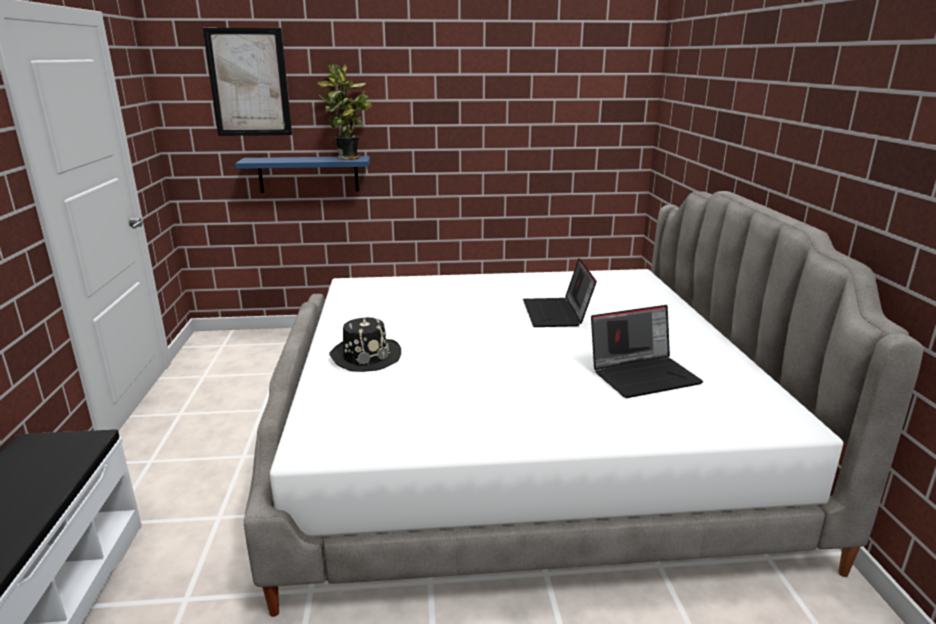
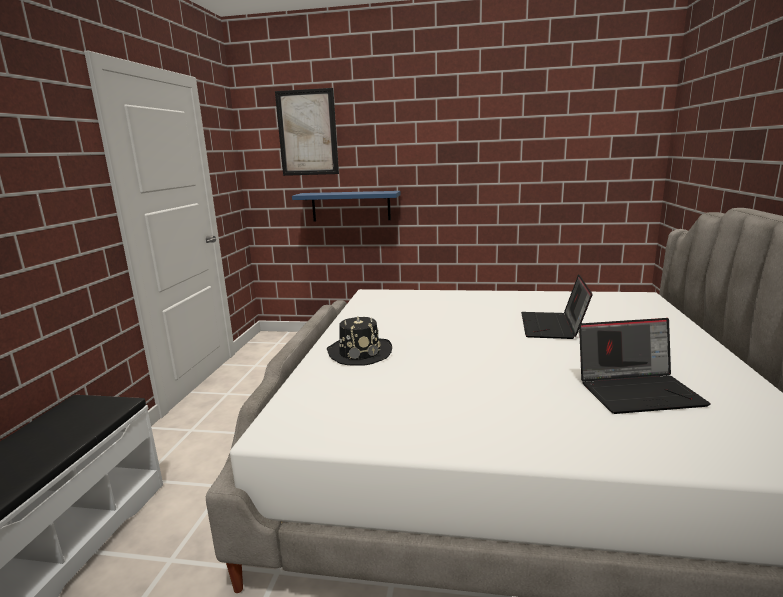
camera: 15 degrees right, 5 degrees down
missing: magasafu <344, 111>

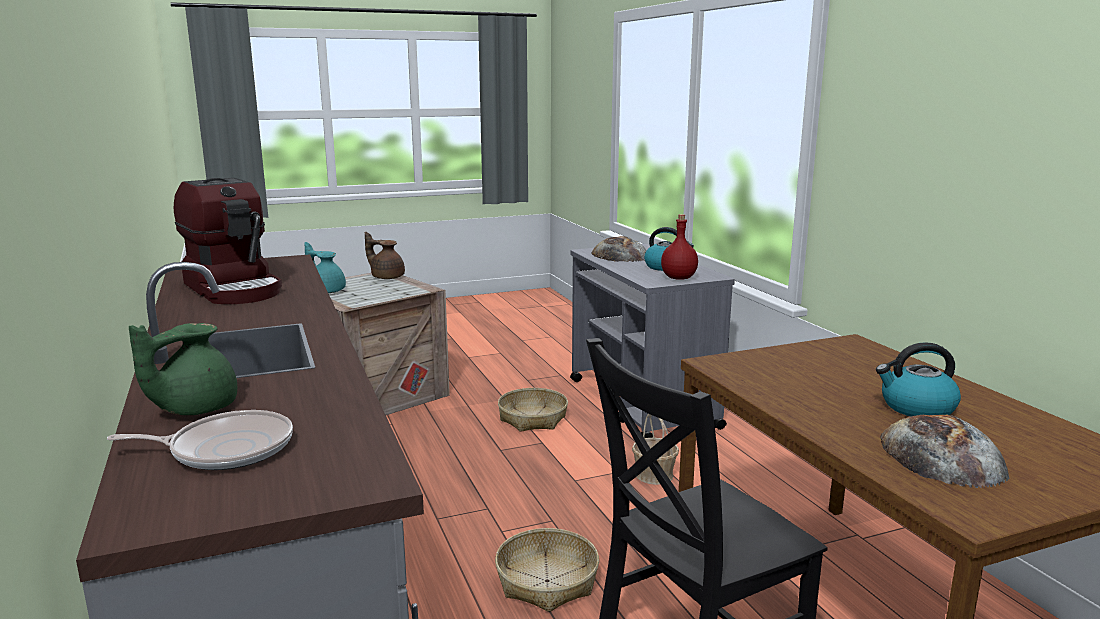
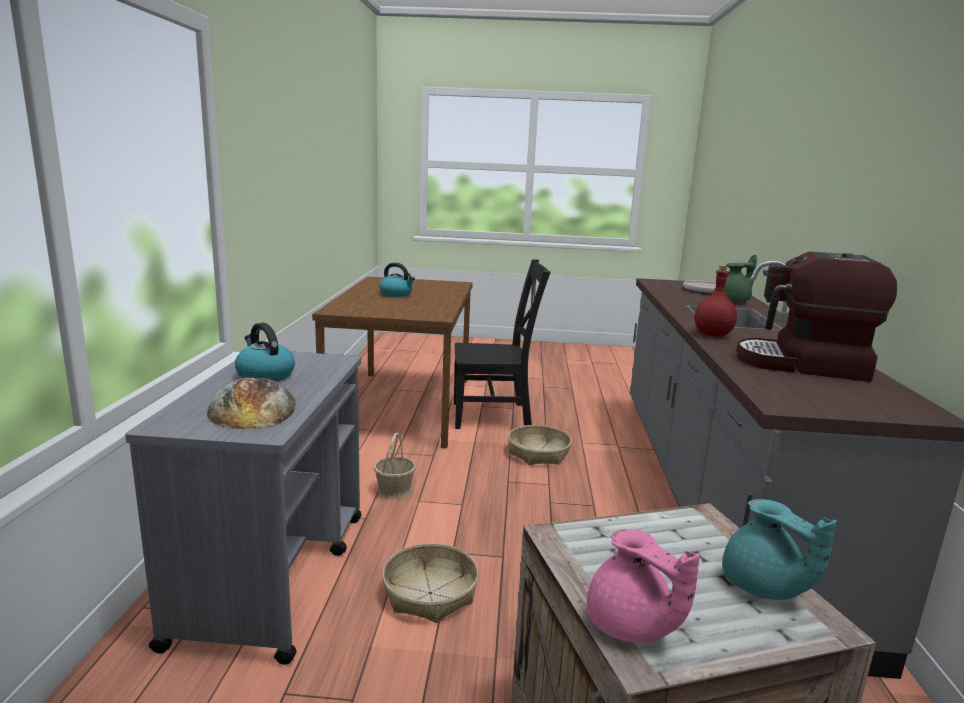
camera: 155 degrees left, 0 degrees up
missing: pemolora <945, 451>
relocated: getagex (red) <679, 247> to <716, 301>
colour: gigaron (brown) <385, 255> to gigaron (pink) <643, 586>
spun: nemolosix <228, 241> = <816, 317> 60 degrees counterclockwise

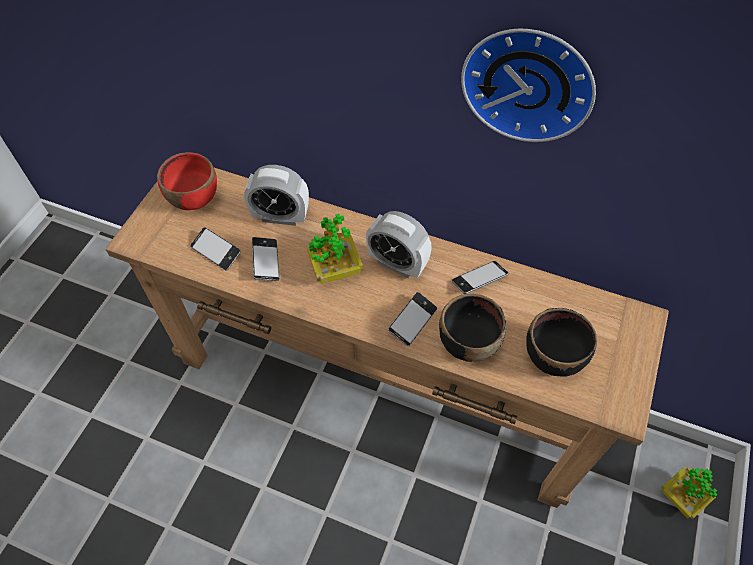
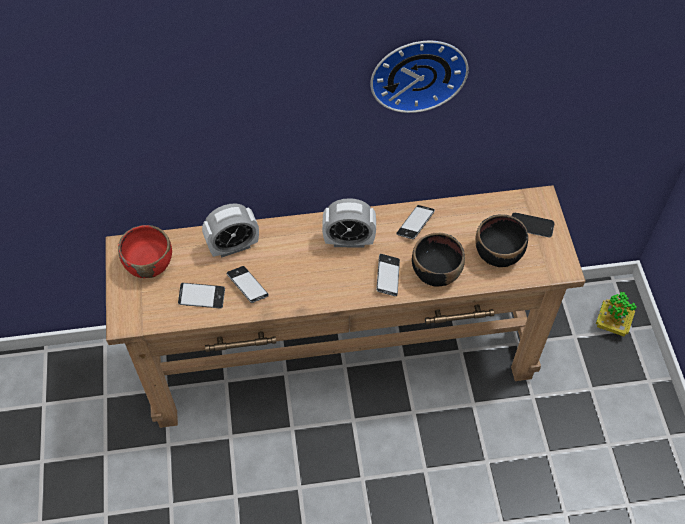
camera: 30 degrees left, 0 degrees up
missing: magasafu <334, 249>
appeared: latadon <533, 225>

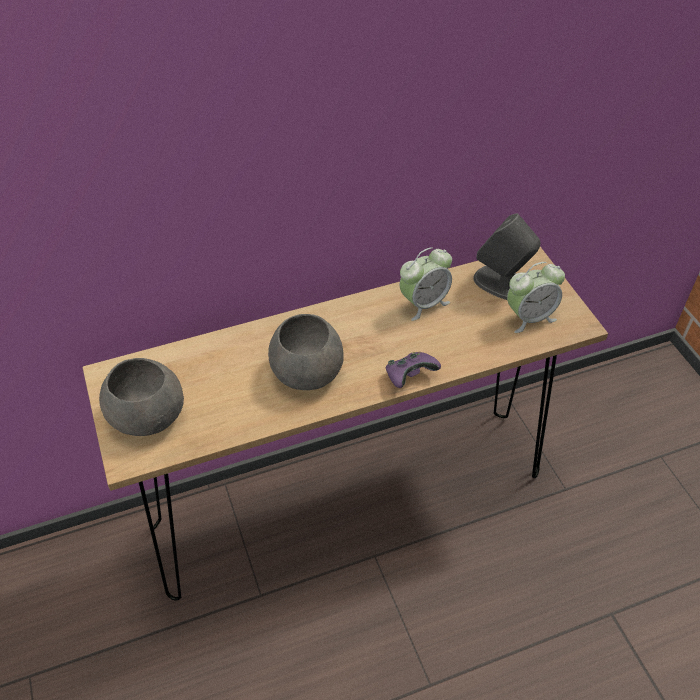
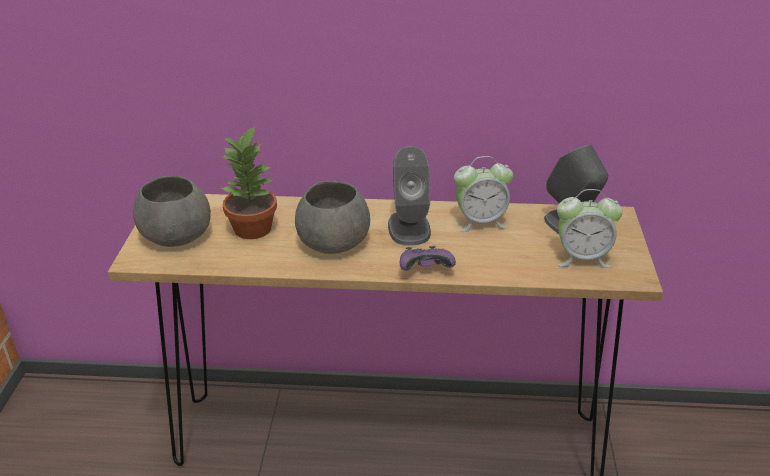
camera: 25 degrees right, 15 degrees down
appeared: magasafu <249, 182>; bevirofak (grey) <409, 196>

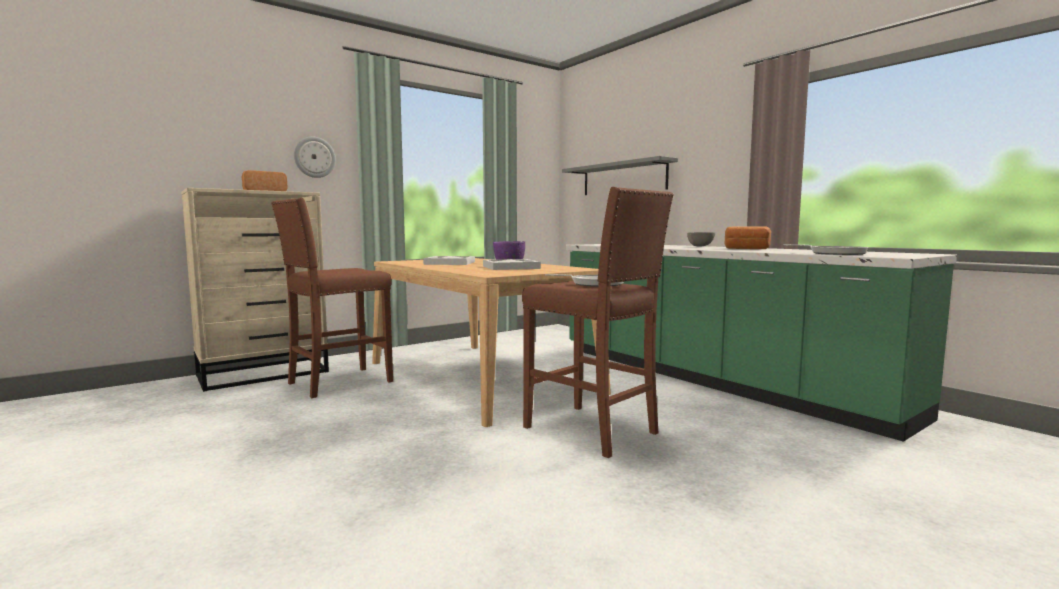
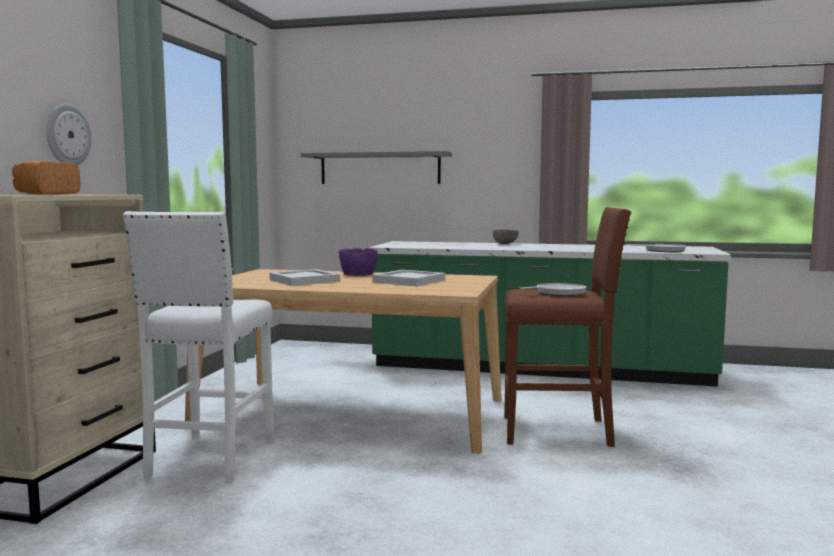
camera: 40 degrees left, 0 degrees up
missing: pemolora <748, 237>
colour: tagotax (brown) <332, 298> to tagotax (white) <198, 347>

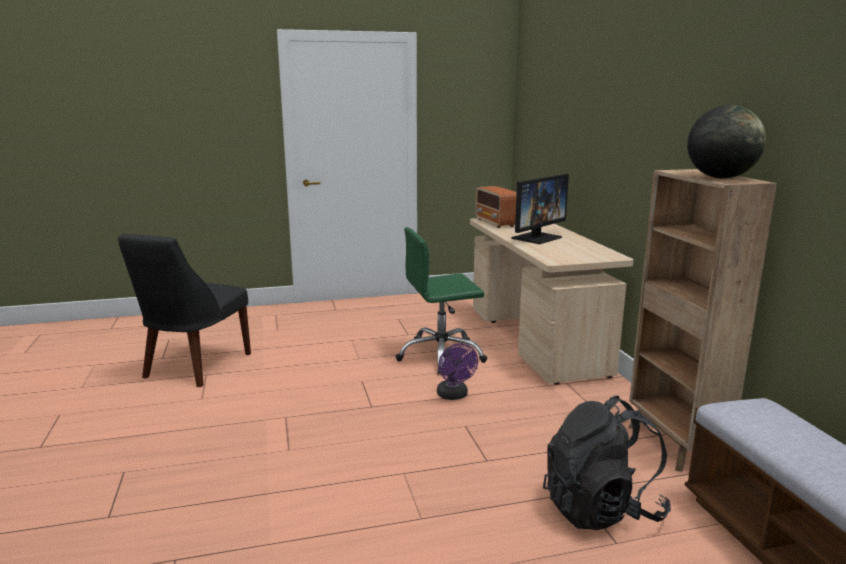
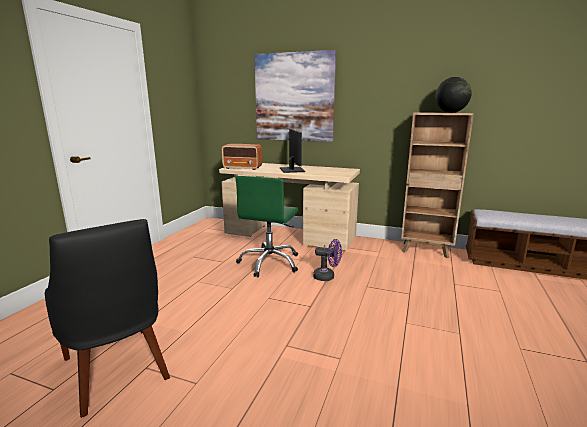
camera: 55 degrees left, 0 degrees up
missing: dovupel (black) <607, 463>
appeared: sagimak <295, 96>

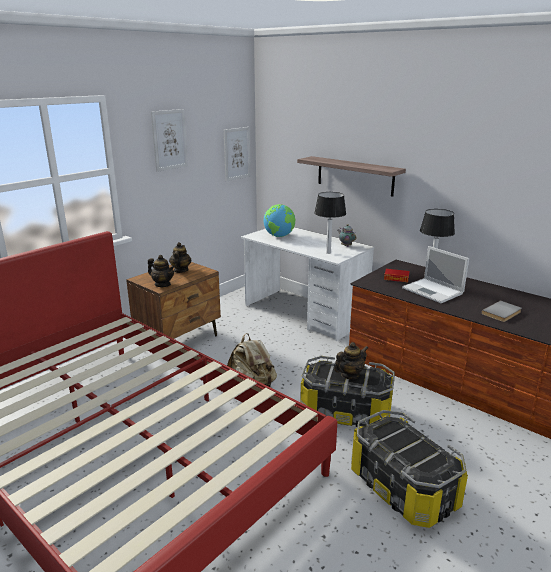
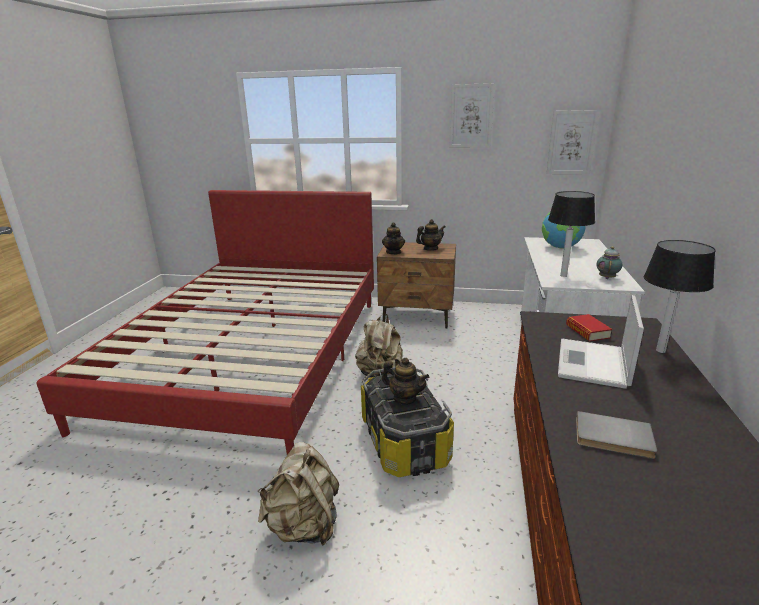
camera: 60 degrees right, 0 degrees up
missing: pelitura <351, 176>
exchanged: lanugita <409, 469> to dovupel (beige) <298, 494>

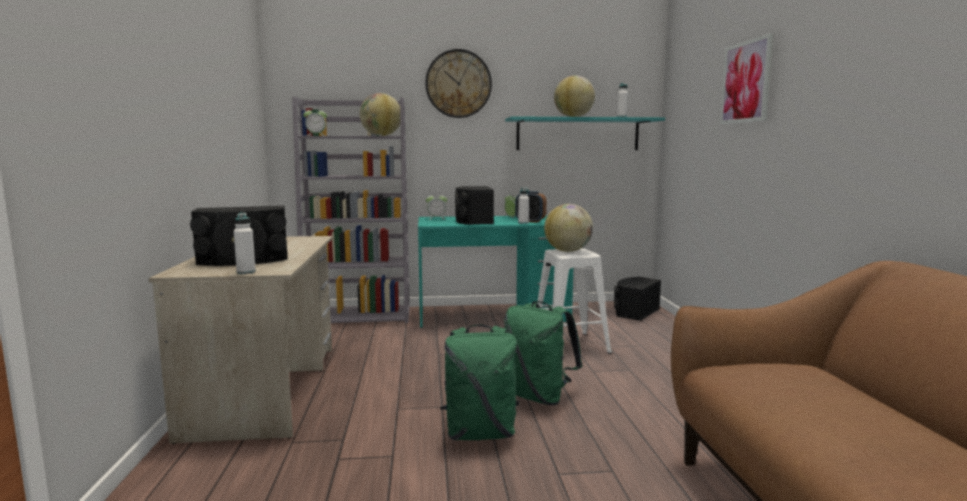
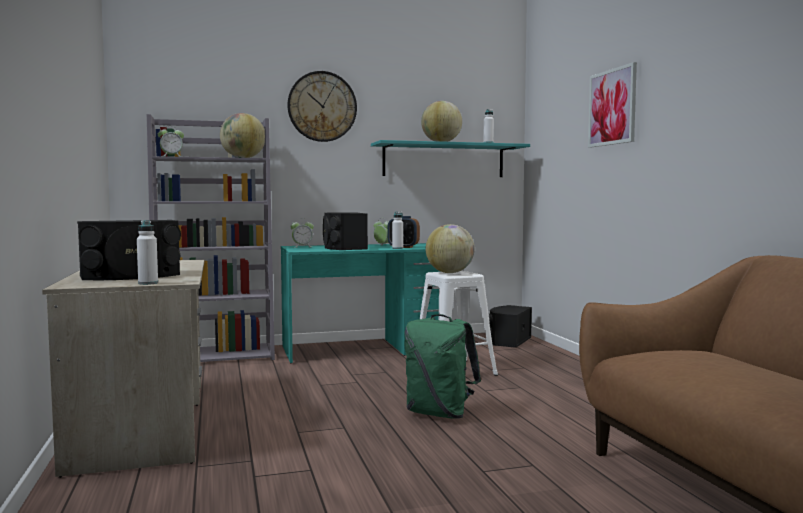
camera: 10 degrees left, 5 degrees down
missing: dovupel (green) <480, 382>

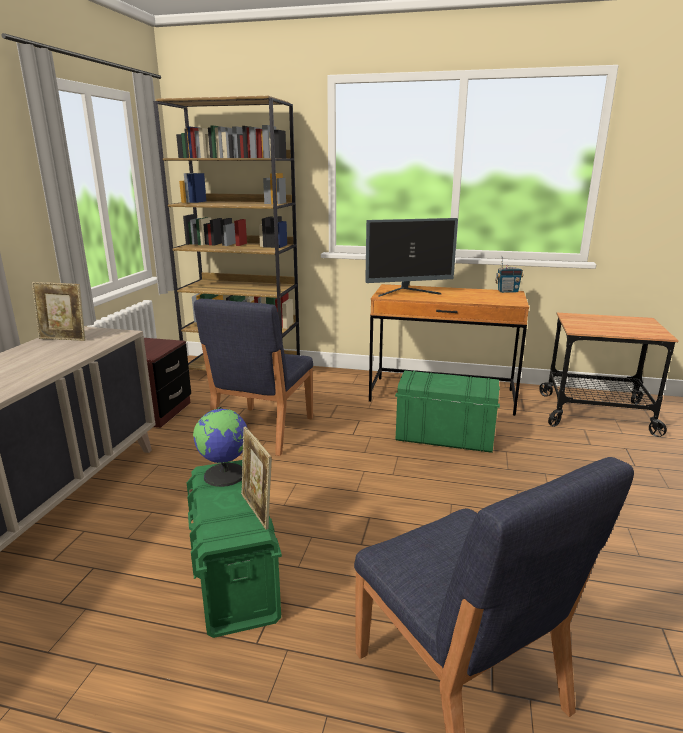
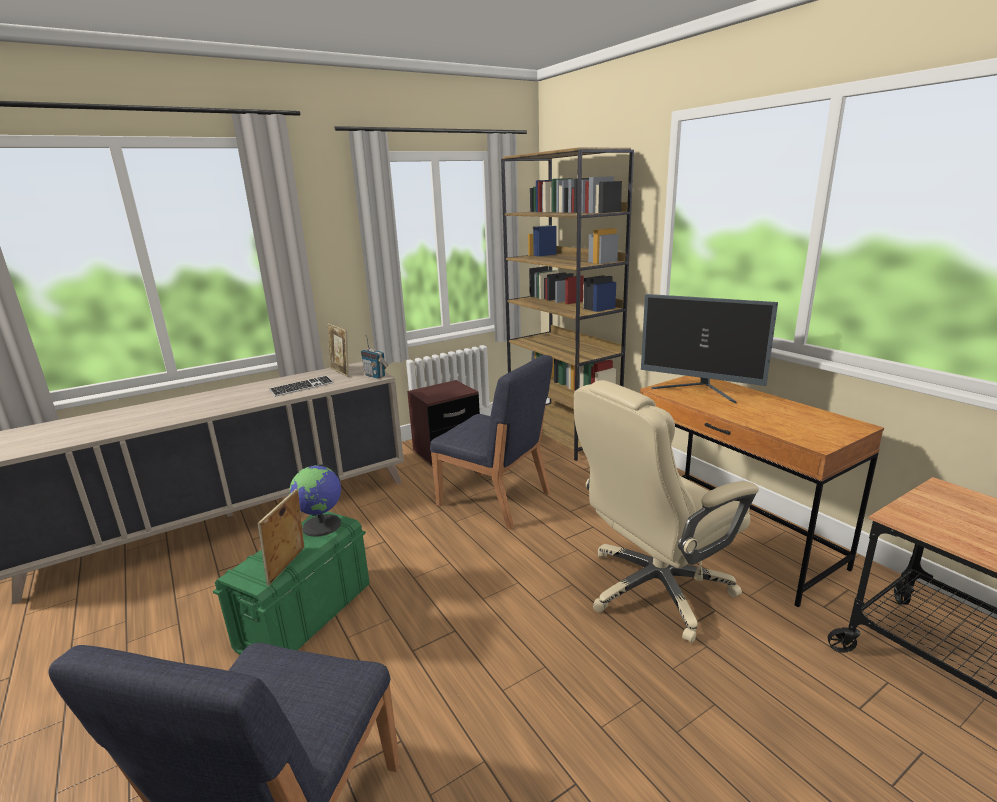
camera: 45 degrees right, 0 degrees up
appeared: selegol <301, 386>
relocated: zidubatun <509, 275> to <374, 357>
exchanged: lanugita (green) <447, 411> to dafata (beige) <666, 511>
spun: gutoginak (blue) <253, 377> = <491, 442> 120 degrees counterclockwise

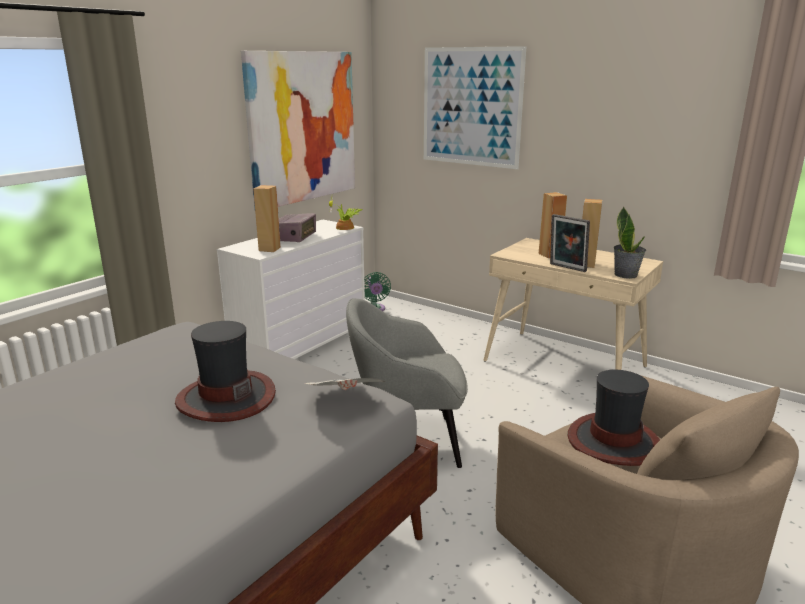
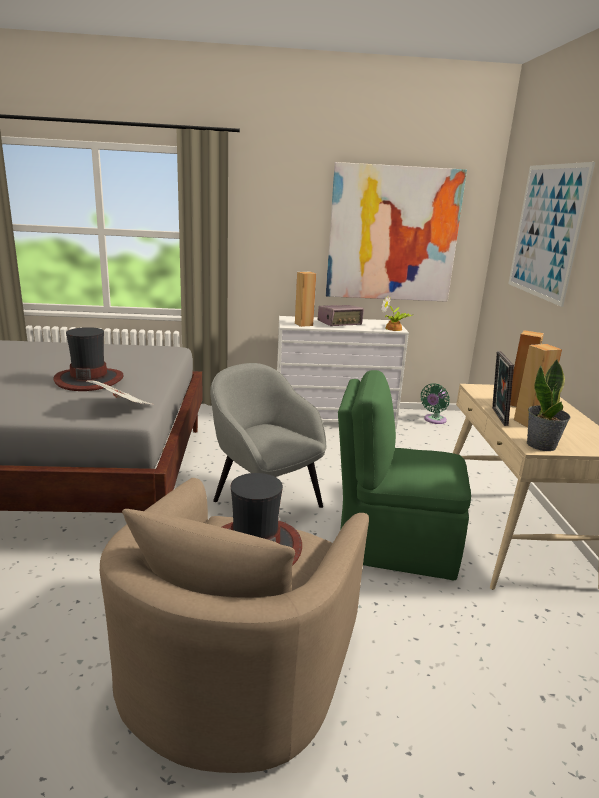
camera: 50 degrees right, 0 degrees up
appeared: gutoginak (green) <404, 475>

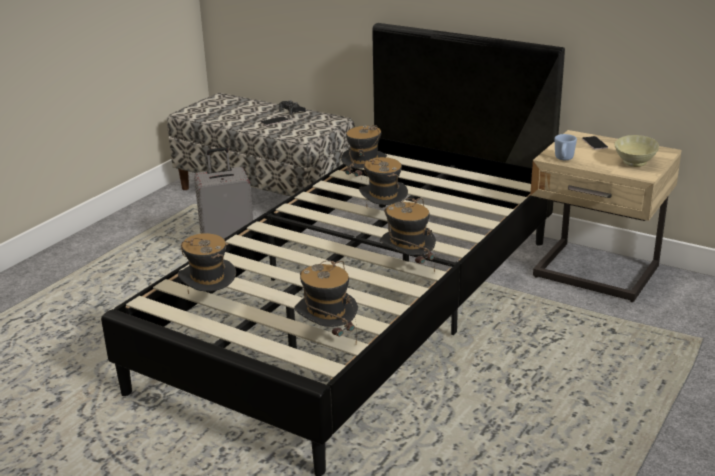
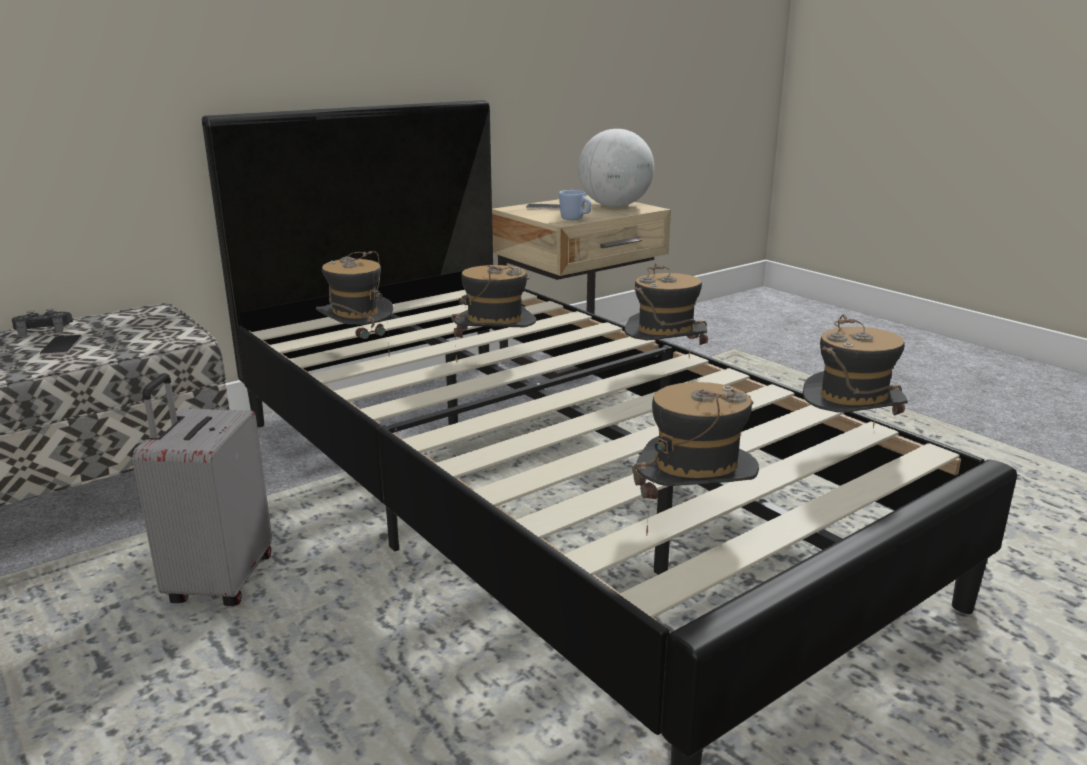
camera: 70 degrees left, 5 degrees down
exchanged: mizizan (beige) <637, 151> to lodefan <616, 168>

